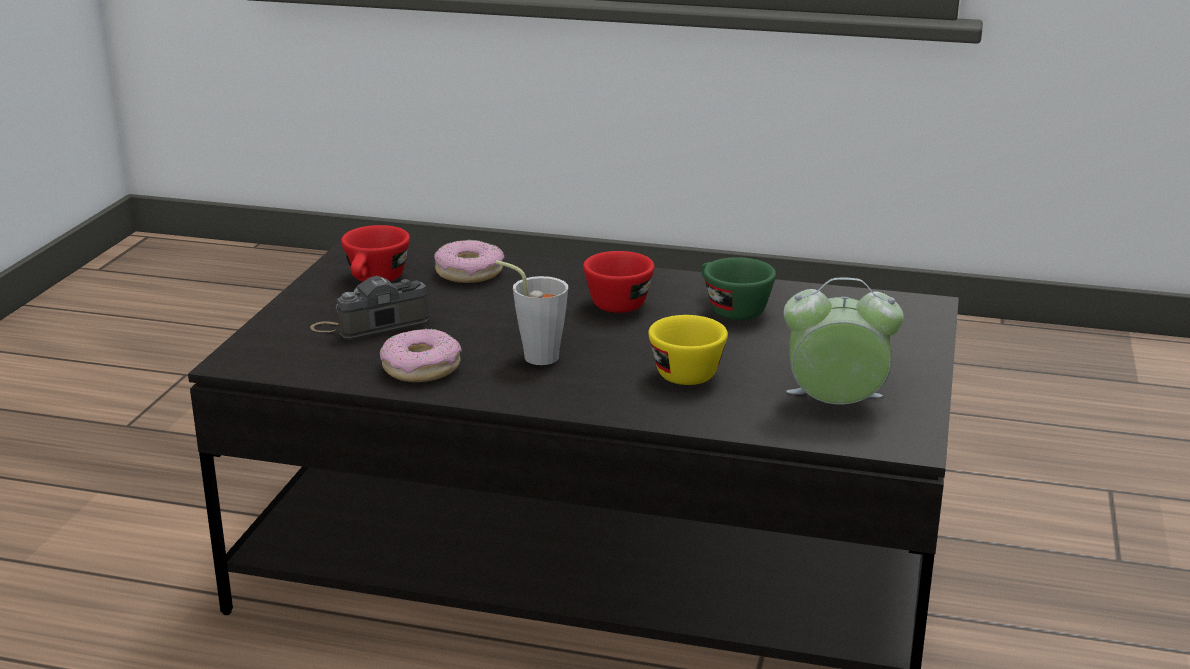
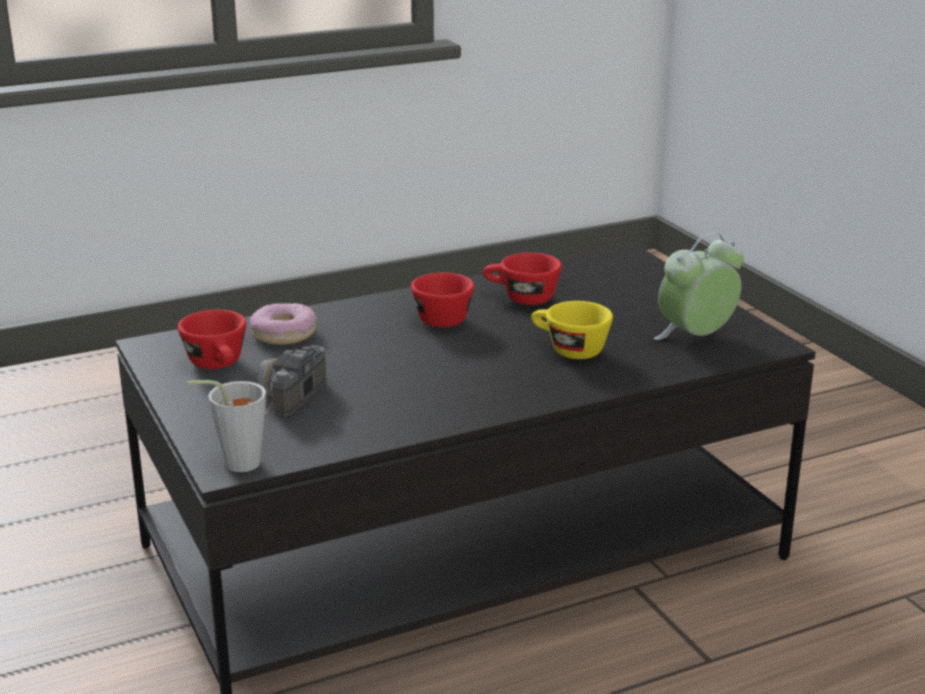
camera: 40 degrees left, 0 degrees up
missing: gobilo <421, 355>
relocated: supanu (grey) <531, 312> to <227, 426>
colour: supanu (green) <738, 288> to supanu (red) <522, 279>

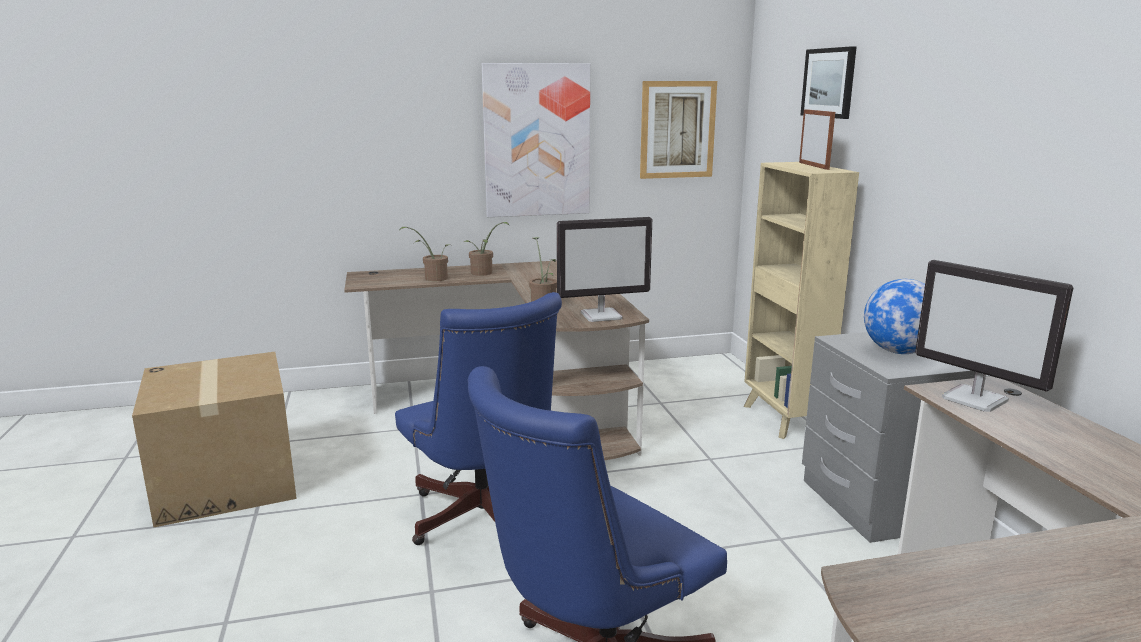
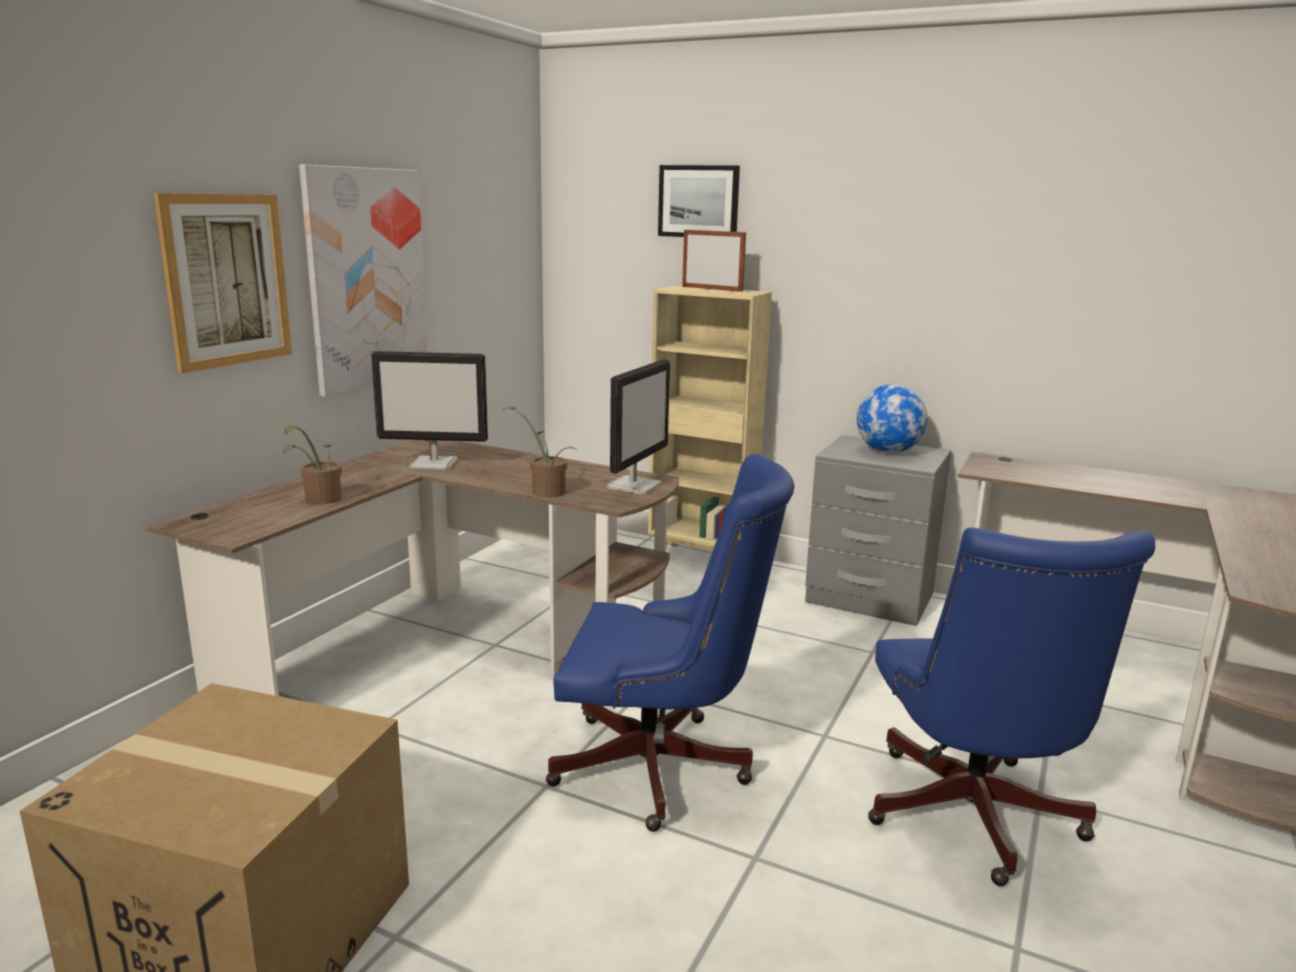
camera: 50 degrees left, 0 degrees up
missing: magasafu <487, 249>
relocated: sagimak <678, 130> to <223, 283>; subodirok <994, 336> to <429, 410>

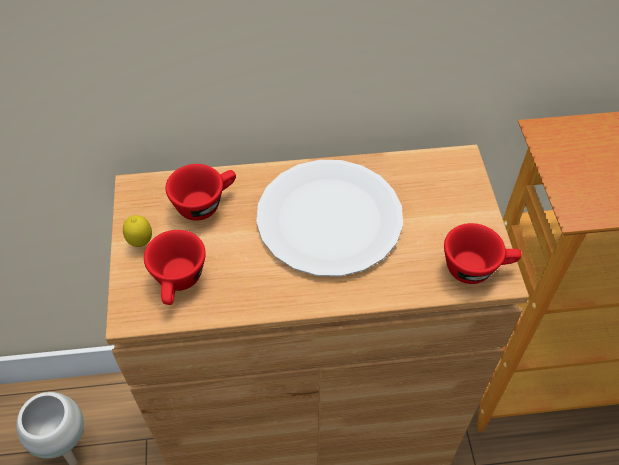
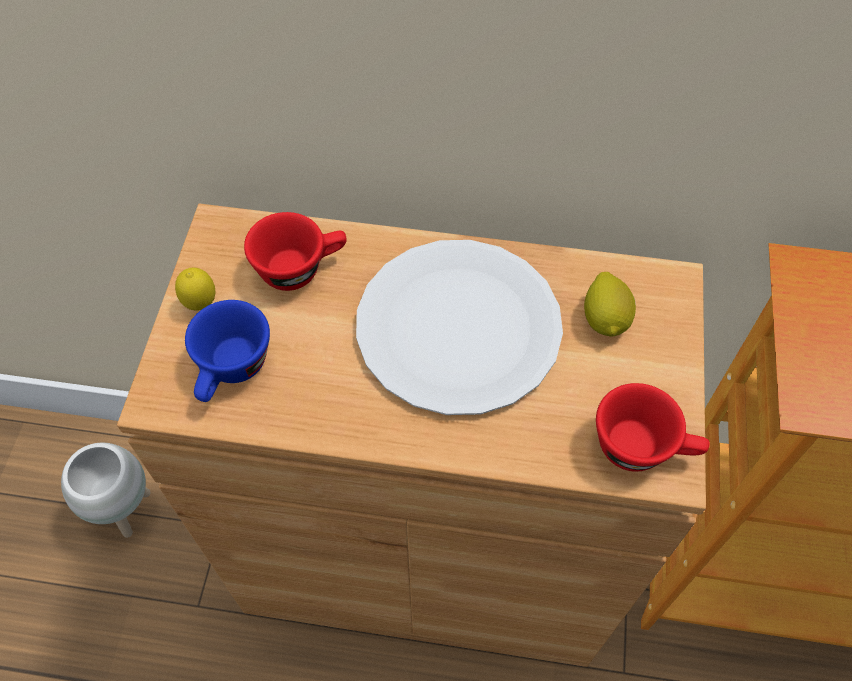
camera: 15 degrees right, 5 degrees up
appeared: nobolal <610, 304>
colour: supanu (red) <175, 267> to supanu (blue) <227, 351>

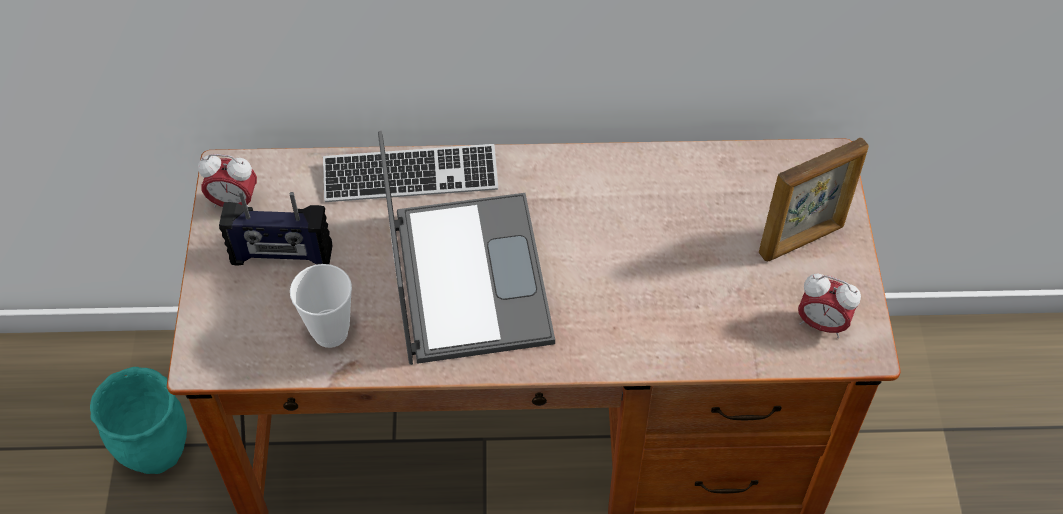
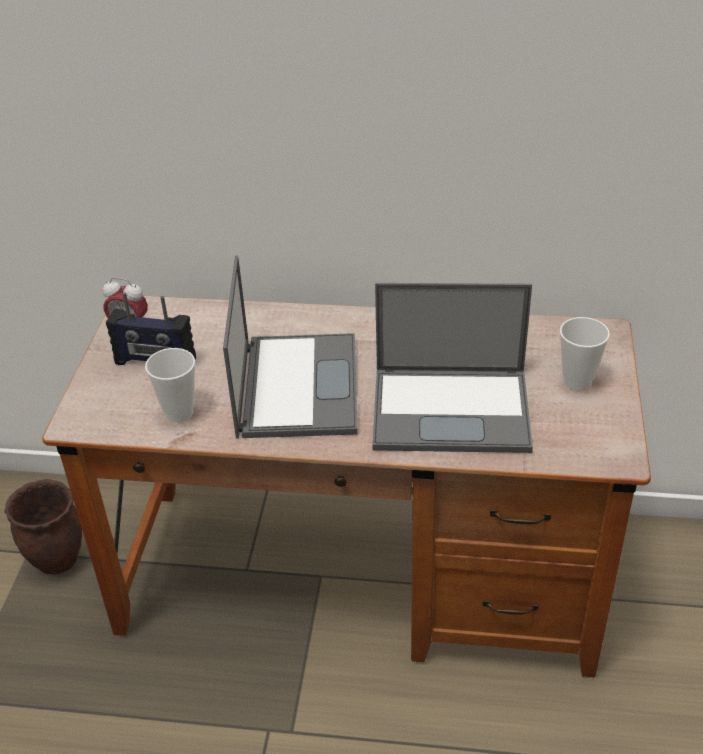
camera: 10 degrees right, 15 degrees down
missing: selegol <410, 173>; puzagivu <829, 306>
appeared: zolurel <452, 368>
exchanged: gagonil <814, 199> to supanu <585, 354>
colour: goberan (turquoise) <138, 420> to goberan (brown) <43, 526>

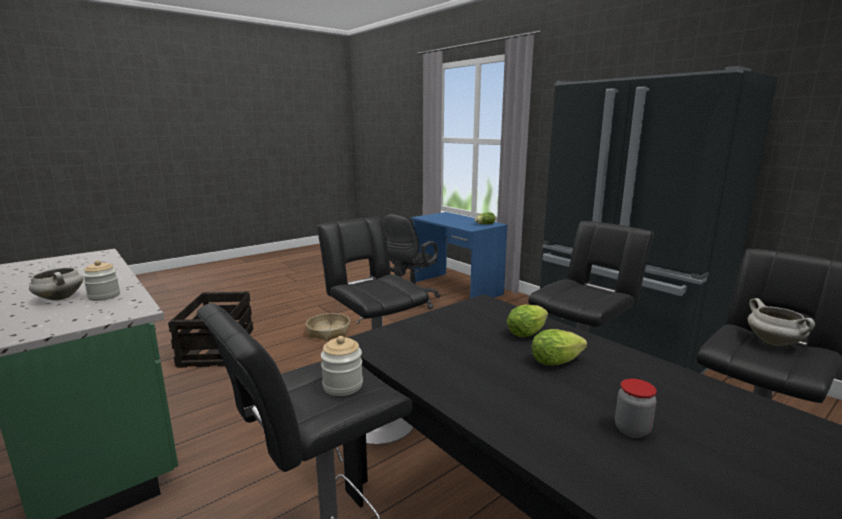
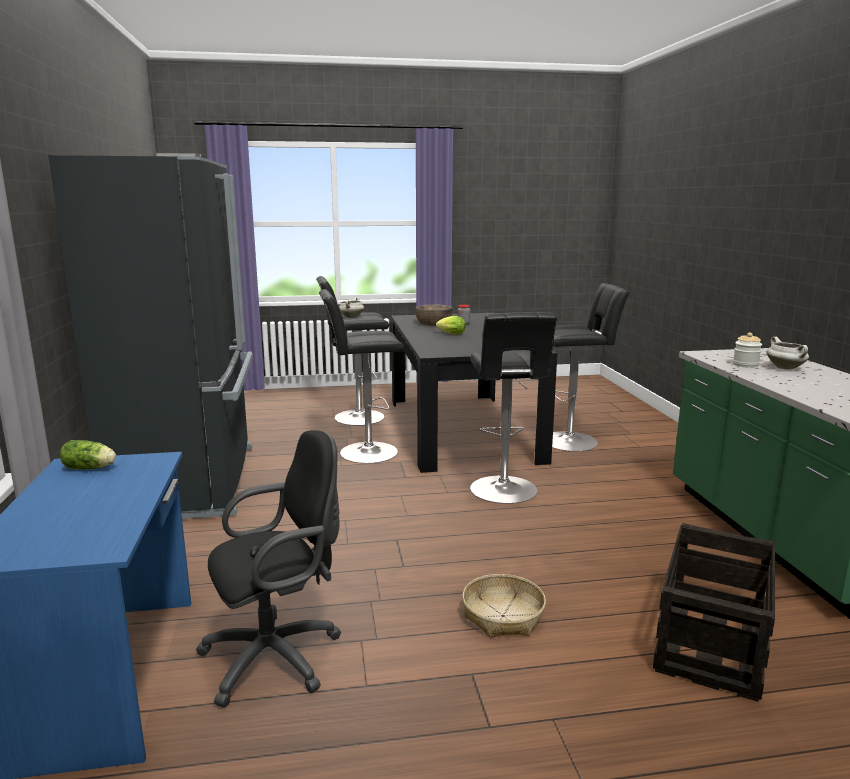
camera: 150 degrees left, 0 degrees up
missing: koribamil <342, 366>; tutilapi <527, 321>
appeared: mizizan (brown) <434, 315>

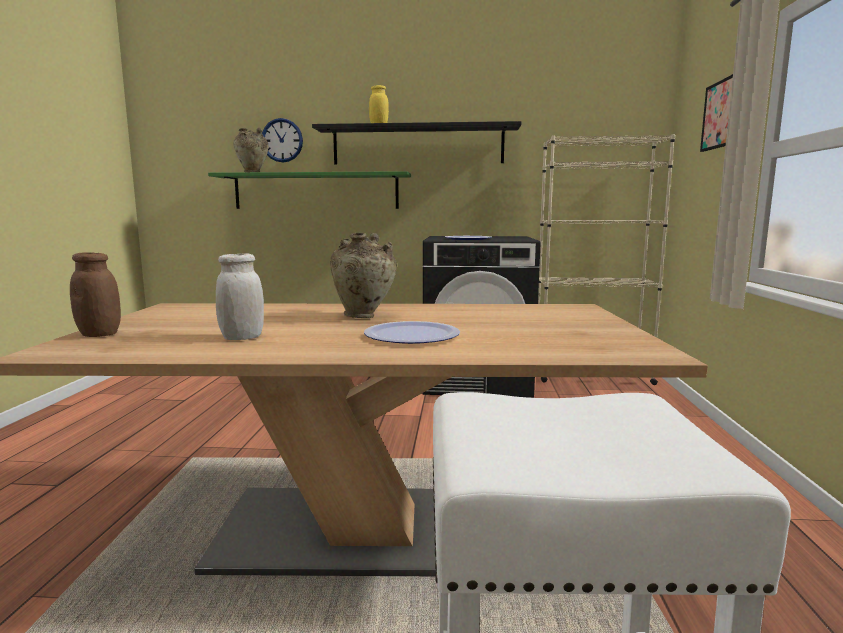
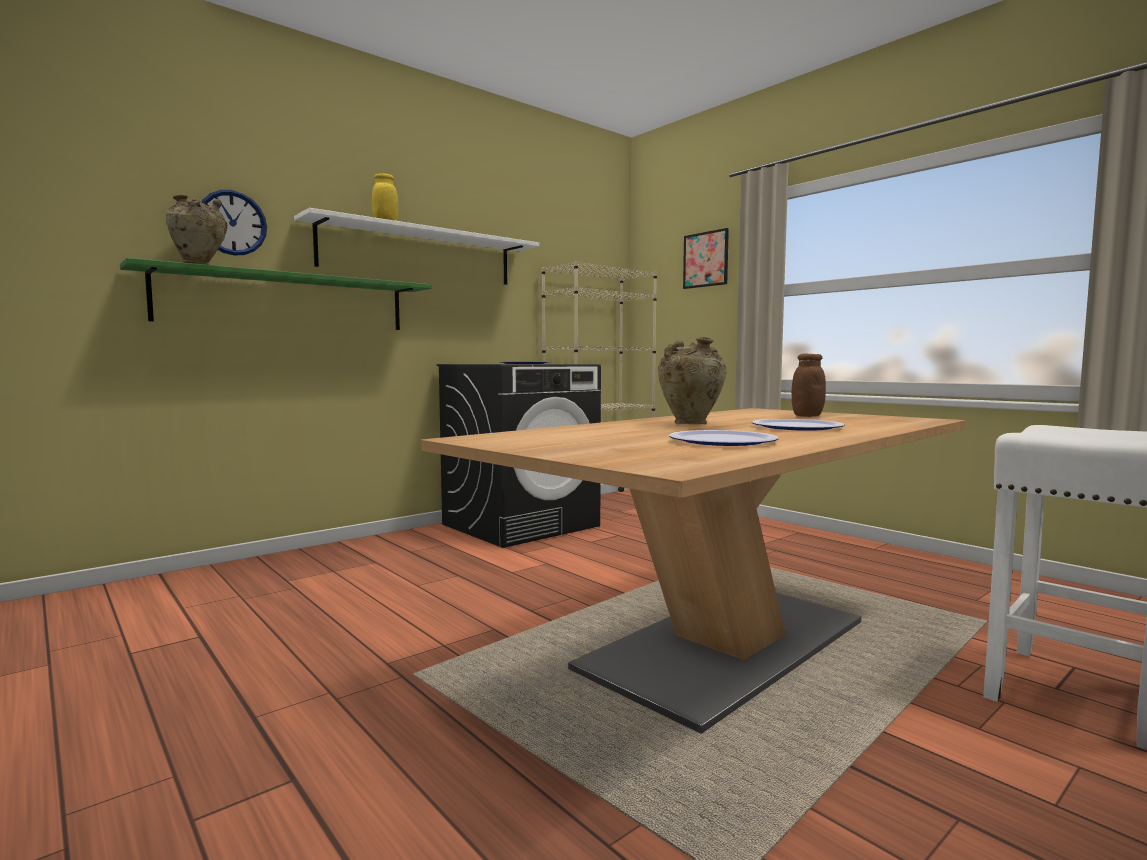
camera: 45 degrees left, 5 degrees down
relocated: koribamil (brown) <95, 294> to <808, 385>
exchanged: koribamil (white) <240, 296> to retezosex <724, 438>
colour: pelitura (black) <416, 142> to pelitura (white) <416, 246>

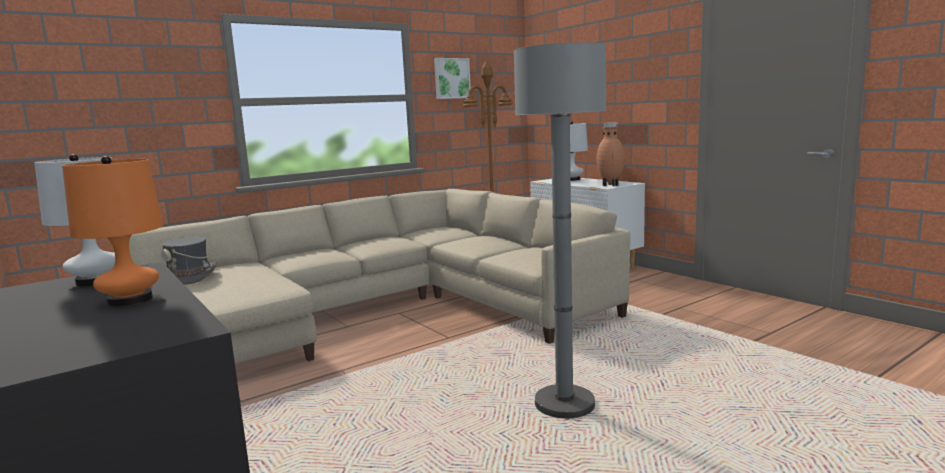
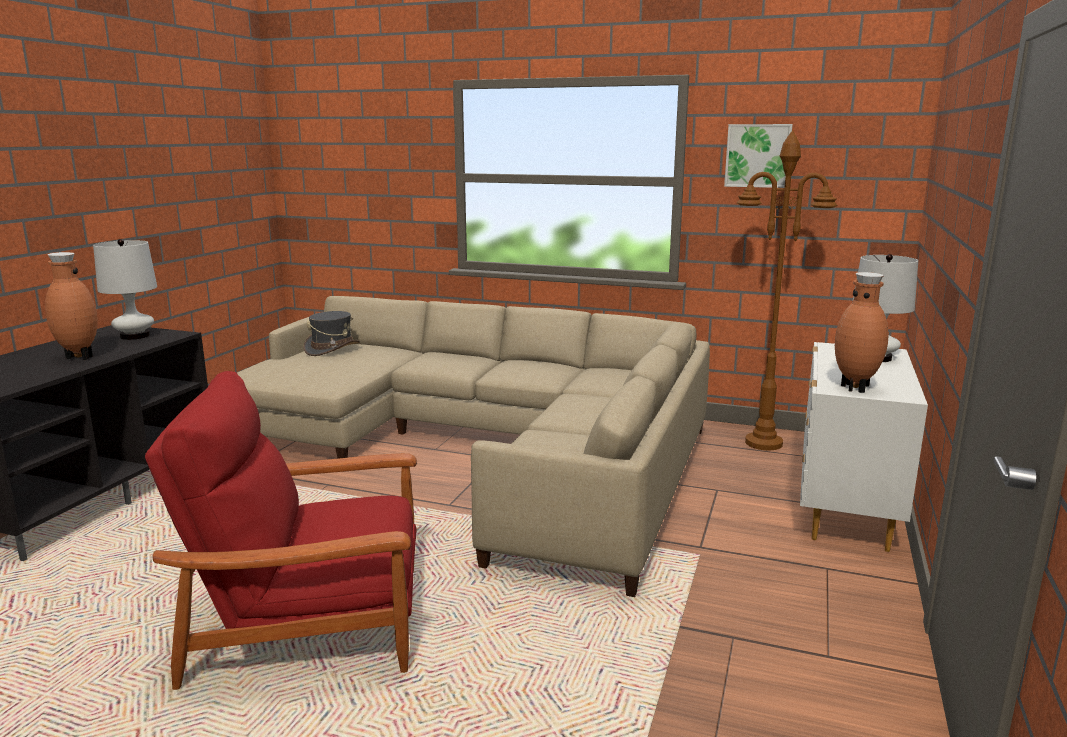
camera: 55 degrees right, 5 degrees up
exchanged: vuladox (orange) <112, 231> to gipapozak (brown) <71, 306>; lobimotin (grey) <560, 230> to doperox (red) <281, 530>

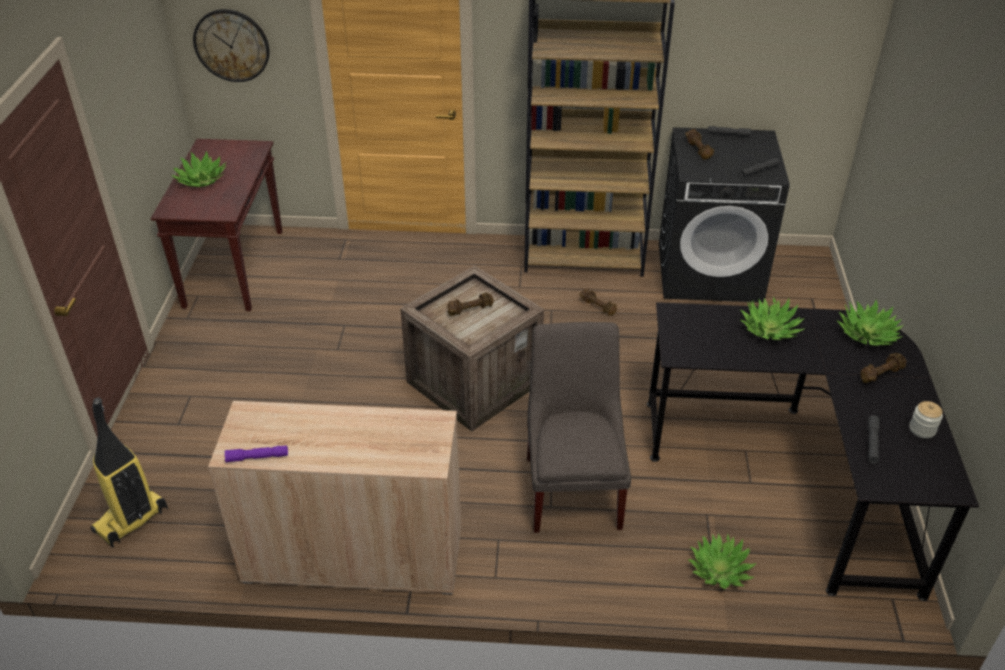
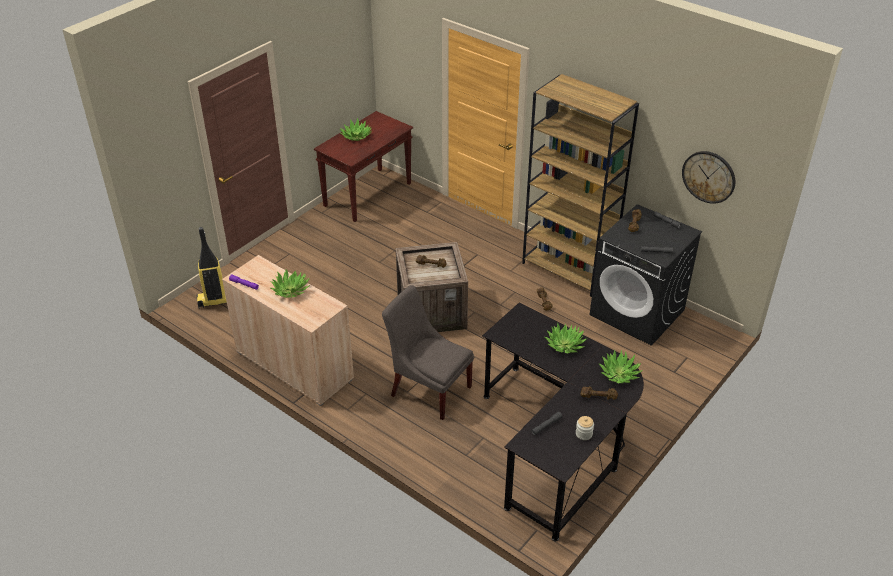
camera: 35 degrees right, 0 degrees up
relocated: magasafu <722, 561> to <290, 283>; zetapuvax <231, 45> to <708, 177>
spun: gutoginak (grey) <579, 427> = <428, 352> 90 degrees counterclockwise

